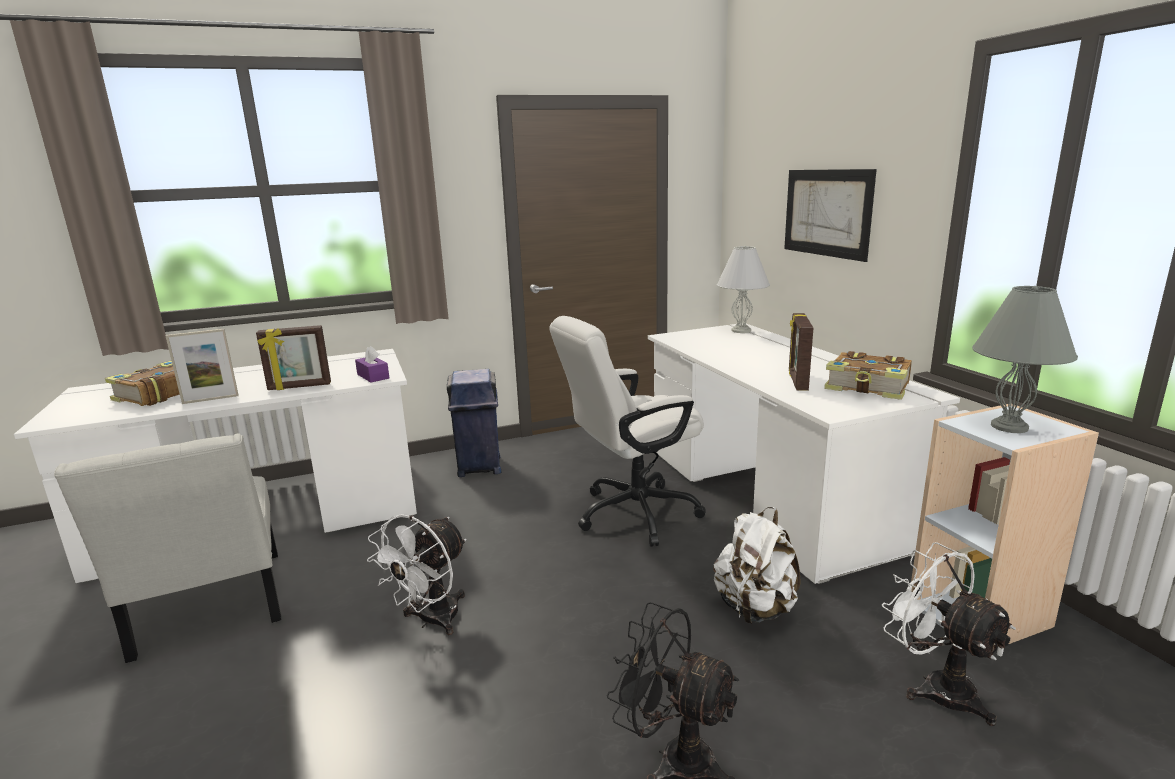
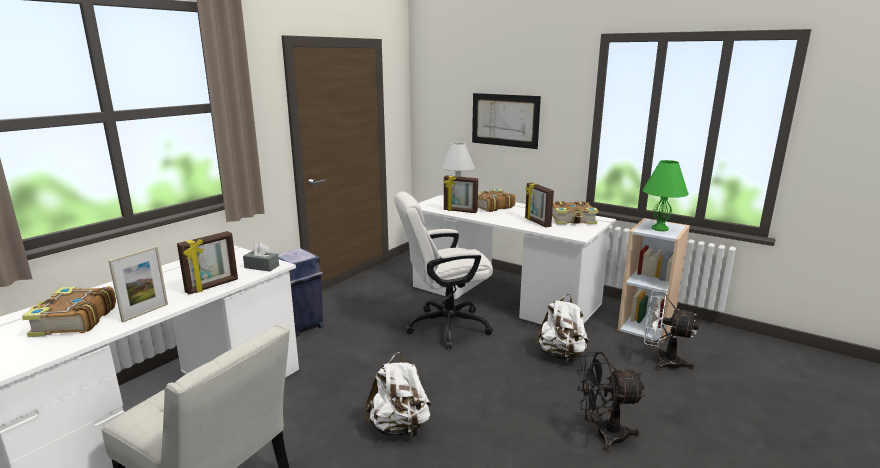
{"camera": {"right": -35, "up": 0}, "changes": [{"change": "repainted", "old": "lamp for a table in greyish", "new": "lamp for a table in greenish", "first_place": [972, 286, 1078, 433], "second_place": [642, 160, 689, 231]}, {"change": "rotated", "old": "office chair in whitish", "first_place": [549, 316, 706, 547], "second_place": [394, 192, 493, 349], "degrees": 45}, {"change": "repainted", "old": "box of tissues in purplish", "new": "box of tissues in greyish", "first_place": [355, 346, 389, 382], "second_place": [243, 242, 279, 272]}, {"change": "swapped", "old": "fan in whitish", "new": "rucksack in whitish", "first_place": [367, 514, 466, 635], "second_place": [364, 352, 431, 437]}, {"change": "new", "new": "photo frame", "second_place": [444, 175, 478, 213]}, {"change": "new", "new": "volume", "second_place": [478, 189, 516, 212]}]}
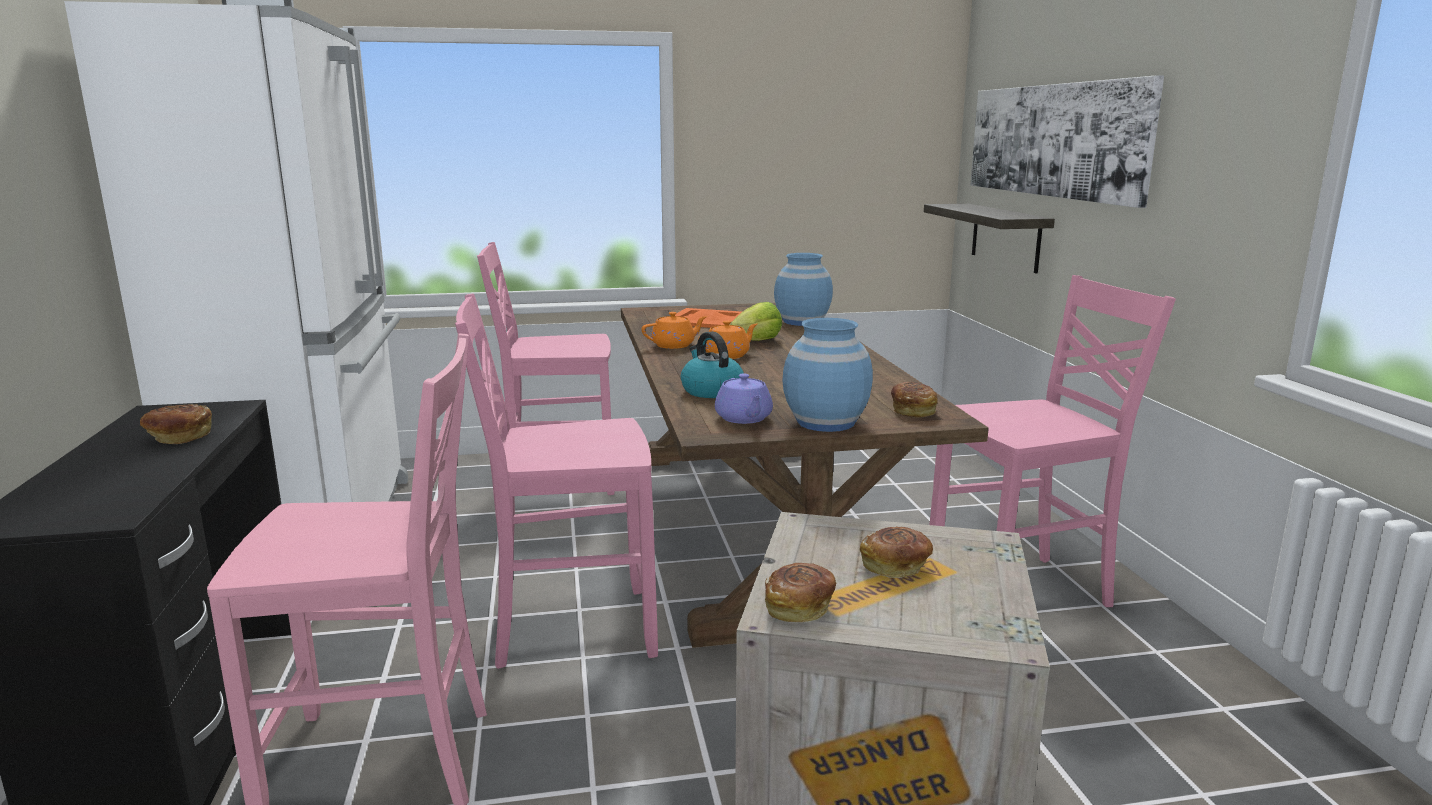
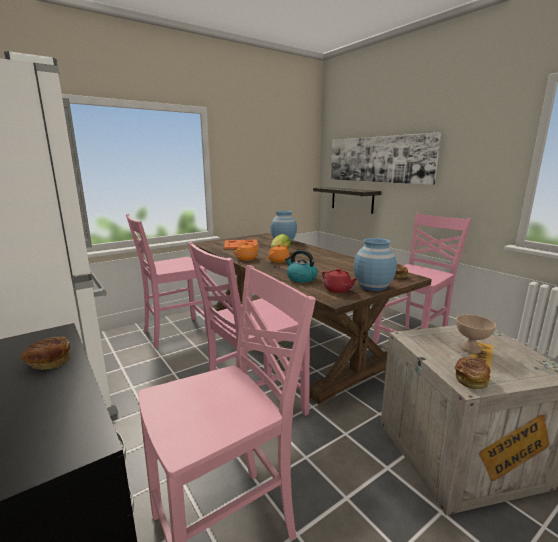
{"camera": {"right": -25, "up": 0}, "changes": [{"change": "repainted", "old": "teapot in purplish", "new": "teapot in reddish", "first_place": [715, 374, 773, 424], "second_place": [322, 268, 357, 293]}, {"change": "swapped", "old": "bakery bread", "new": "serving bowl in beige-coloured", "first_place": [860, 527, 933, 578], "second_place": [456, 315, 496, 354]}]}
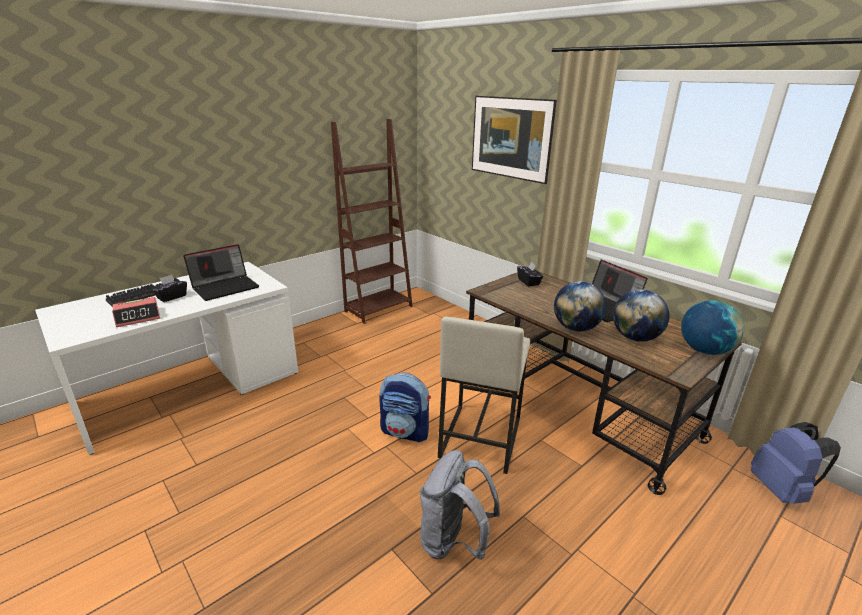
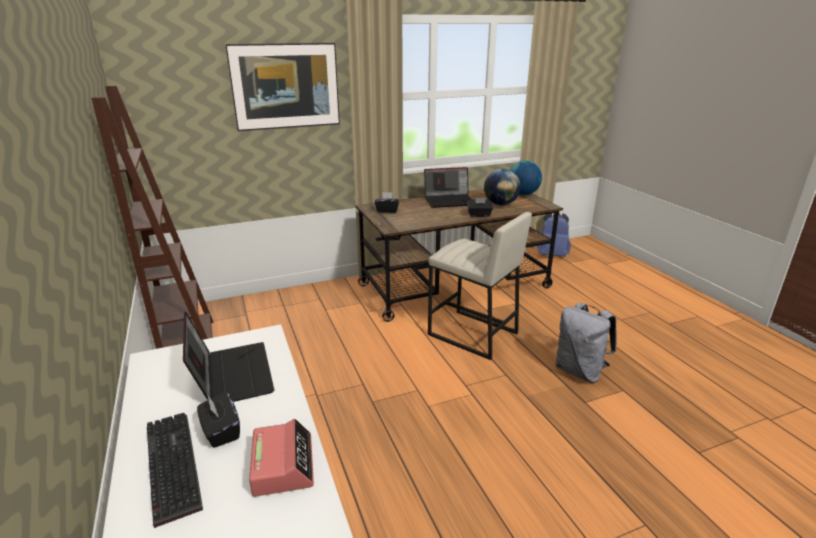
{"camera": {"right": -70, "up": 0}, "changes": [{"change": "swapped", "old": "desk globe", "new": "box of tissues in black", "first_place": [554, 281, 606, 332], "second_place": [467, 198, 493, 217]}, {"change": "gone", "old": "rucksack", "first_place": [379, 373, 431, 443]}]}
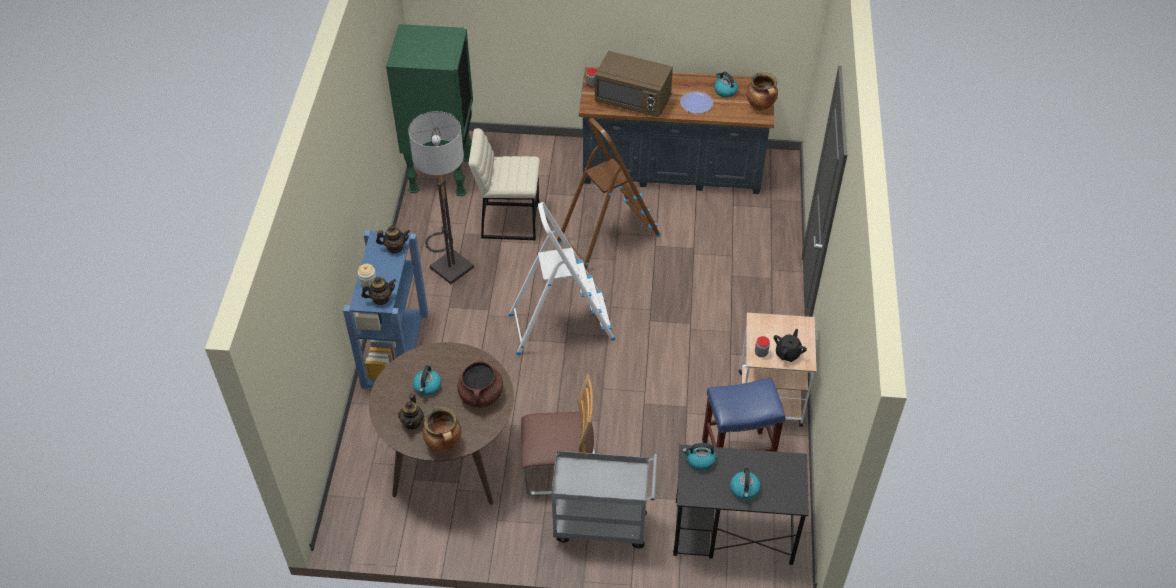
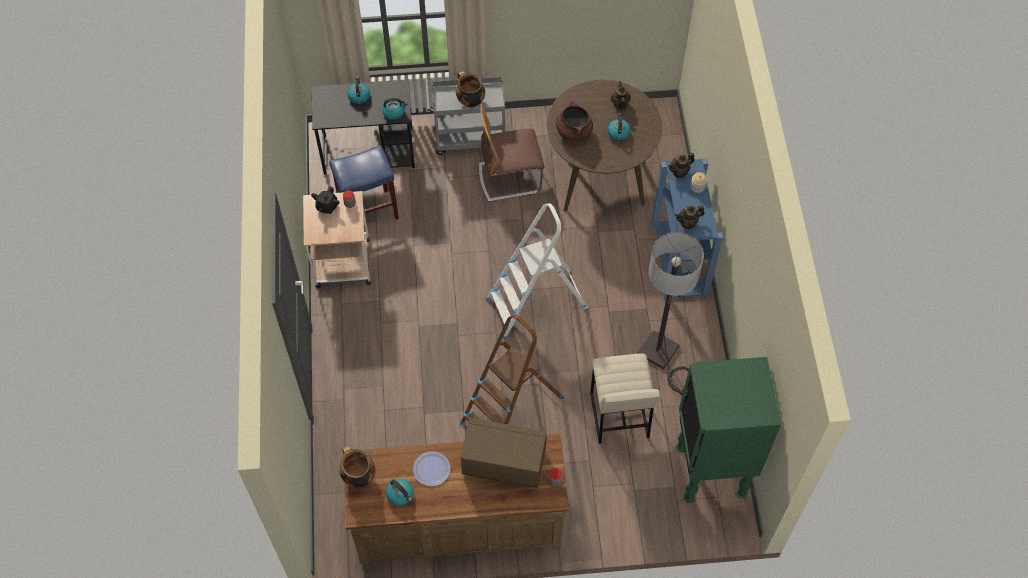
{"camera": {"right": 170, "up": 10}, "changes": [{"change": "rotated", "old": "chair in beige-coloured", "first_place": [469, 128, 540, 240], "second_place": [590, 353, 661, 444], "degrees": 90}, {"change": "shifted", "old": "cooking pot", "first_place": [422, 406, 461, 452], "second_place": [456, 71, 485, 108]}]}
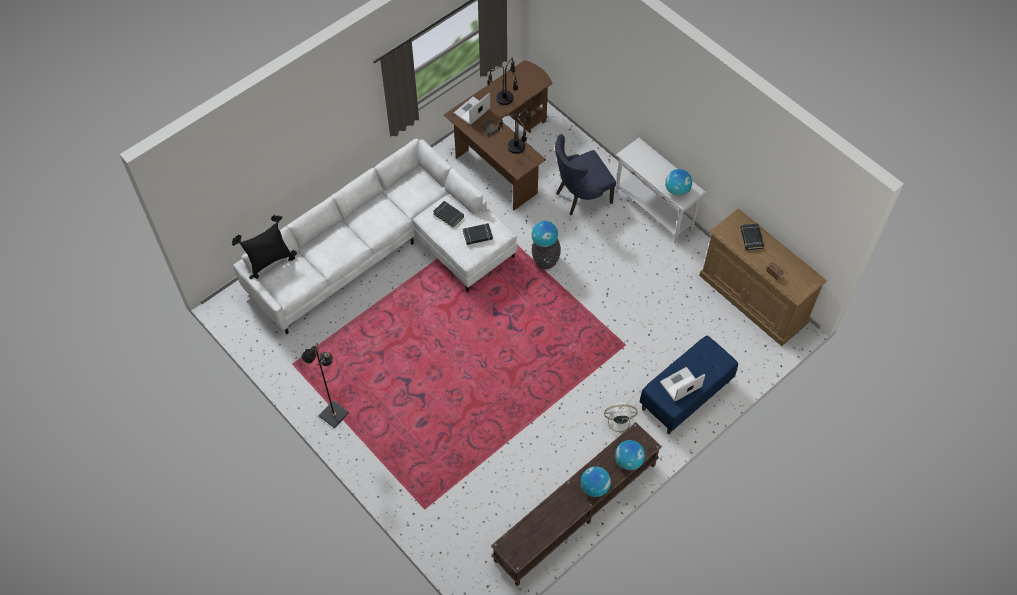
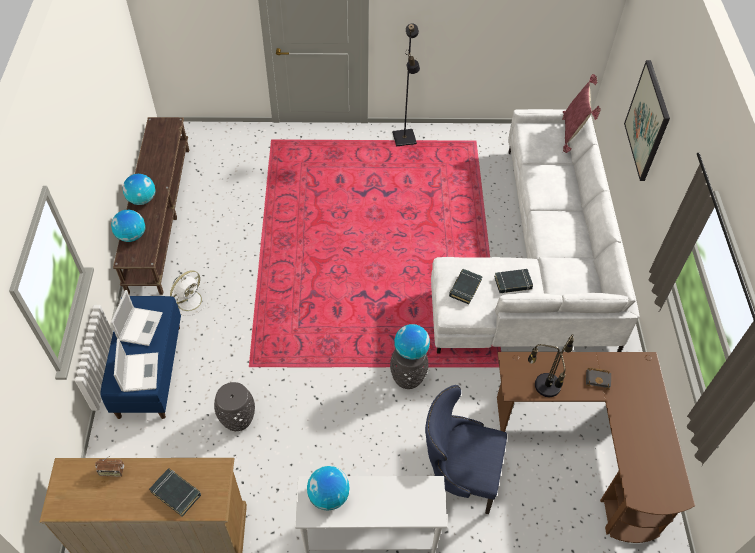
{"camera": {"right": 130, "up": -5}, "changes": [{"change": "gone", "old": "lamp for a table", "first_place": [487, 58, 518, 105]}, {"change": "shifted", "old": "laptop", "first_place": [454, 93, 490, 125], "second_place": [114, 338, 158, 392]}, {"change": "rotated", "old": "chair in blue-coloured", "first_place": [555, 134, 616, 215], "second_place": [425, 385, 507, 514], "degrees": -90}, {"change": "repainted", "old": "cushion in black", "new": "cushion in reddish", "first_place": [232, 215, 297, 279], "second_place": [562, 74, 600, 153]}, {"change": "new", "new": "picture", "second_place": [624, 60, 670, 181]}, {"change": "new", "new": "stool in greyish", "second_place": [214, 382, 255, 431]}]}
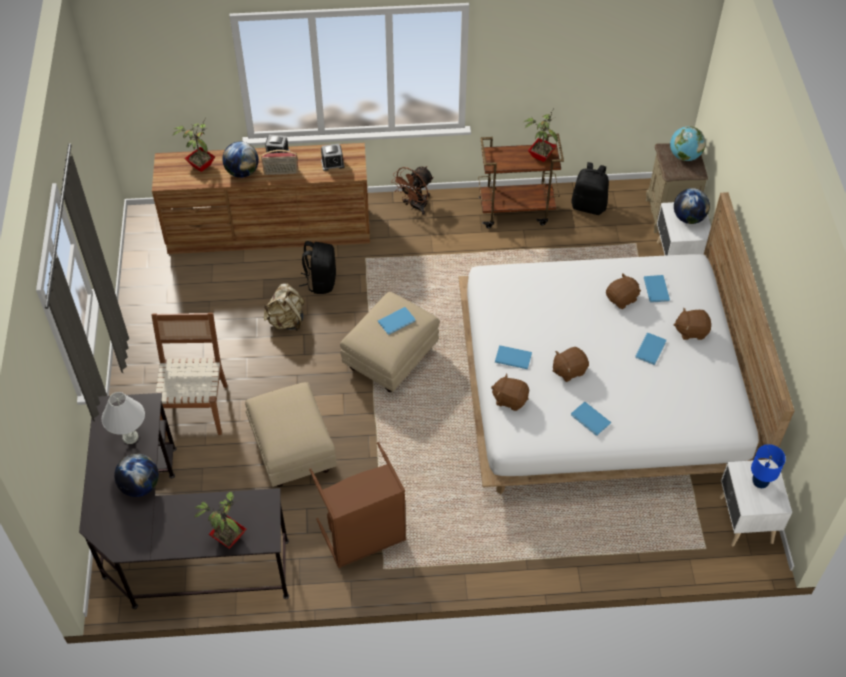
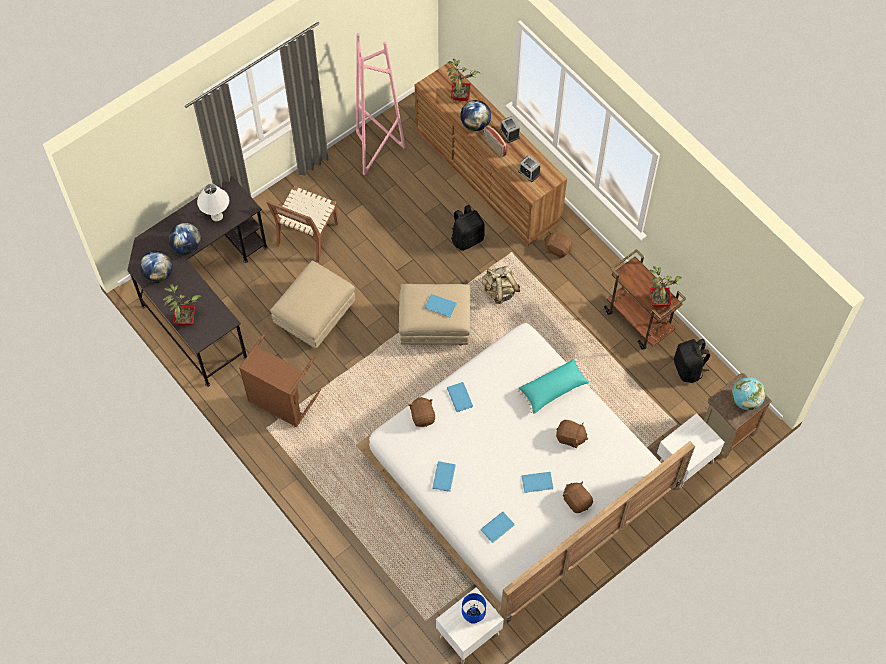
{"camera": {"right": 55, "up": 10}, "changes": [{"change": "gone", "old": "fan in brownish", "first_place": [391, 166, 434, 215]}, {"change": "shifted", "old": "desk globe", "first_place": [674, 188, 710, 224], "second_place": [140, 251, 172, 283]}, {"change": "shifted", "old": "volume in blue-coloured", "first_place": [644, 275, 670, 303], "second_place": [480, 512, 515, 543]}, {"change": "shifted", "old": "rucksack in beige-coloured", "first_place": [263, 283, 305, 331], "second_place": [482, 266, 520, 304]}, {"change": "rotated", "old": "chair", "first_place": [151, 313, 227, 436], "second_place": [266, 186, 339, 262], "degrees": 150}, {"change": "shifted", "old": "cuddly toy in brownish", "first_place": [553, 347, 589, 382], "second_place": [544, 230, 572, 258]}, {"change": "new", "new": "garment rack in pink", "second_place": [356, 33, 405, 175]}, {"change": "new", "new": "cushion in turquoise", "second_place": [517, 359, 590, 414]}]}
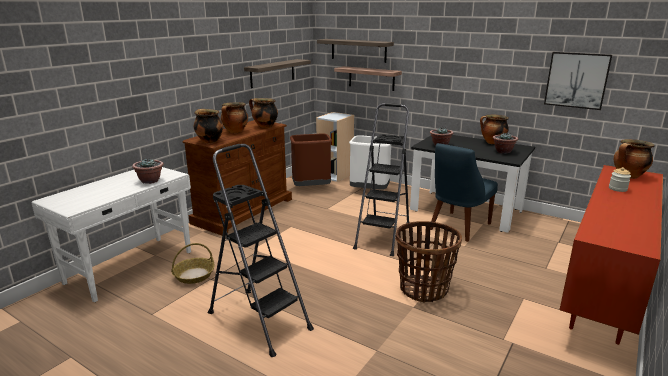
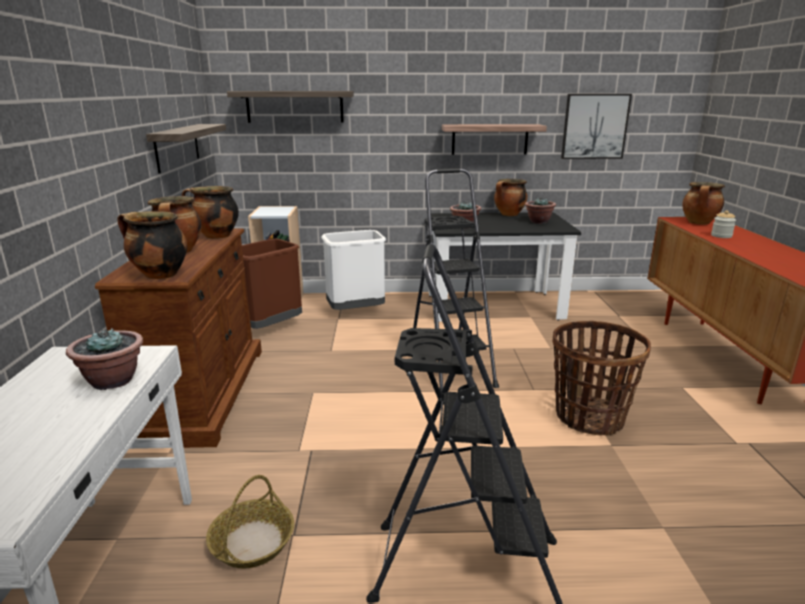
{"camera": {"right": -35, "up": 0}, "changes": [{"change": "shifted", "old": "shelf", "first_place": [334, 66, 402, 91], "second_place": [442, 124, 547, 155]}, {"change": "gone", "old": "chair in blue-coloured", "first_place": [430, 143, 498, 242]}]}
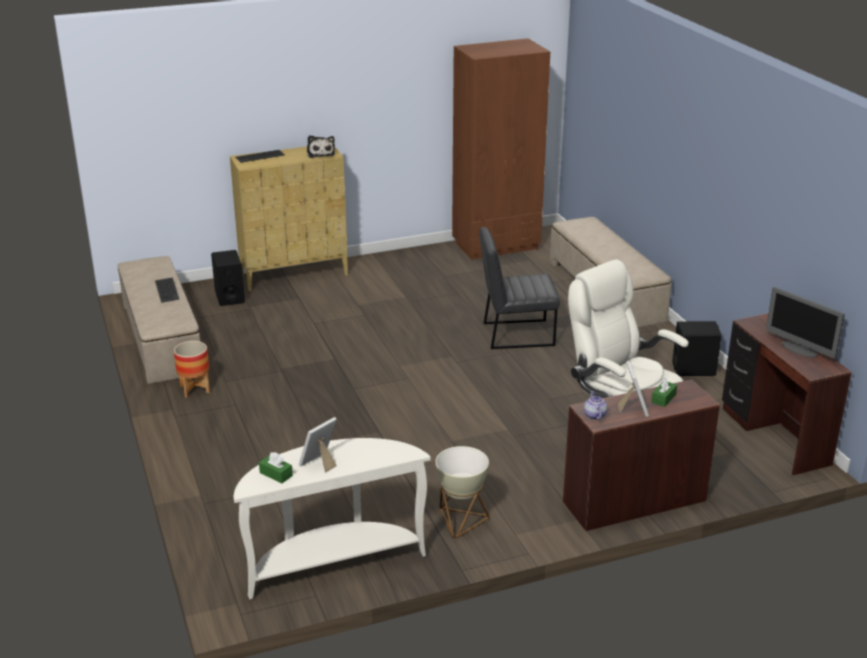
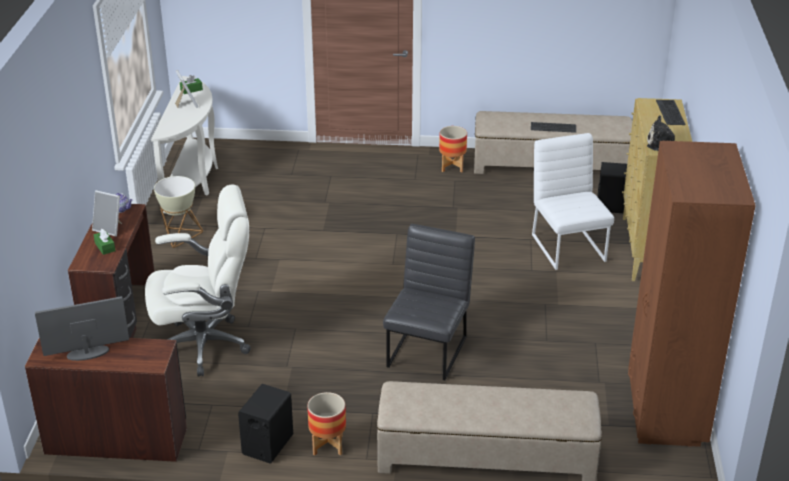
{"camera": {"right": 115, "up": 5}, "changes": [{"change": "new", "new": "chair in whitish", "second_place": [532, 133, 614, 270]}, {"change": "new", "new": "planter", "second_place": [307, 392, 346, 456]}]}
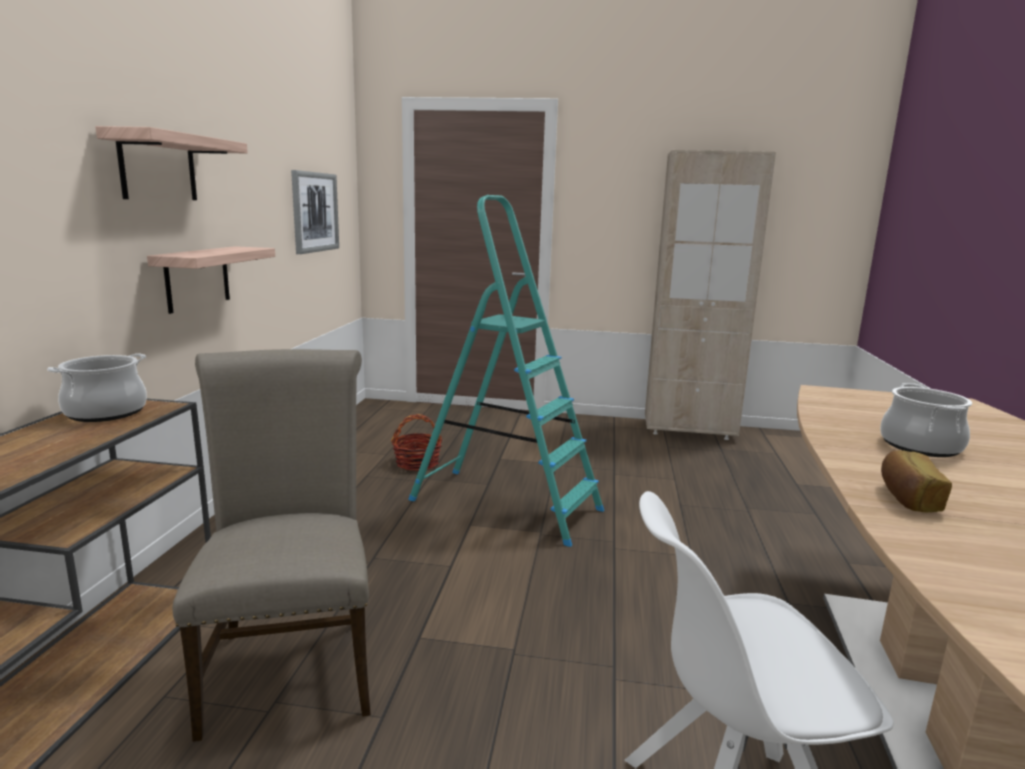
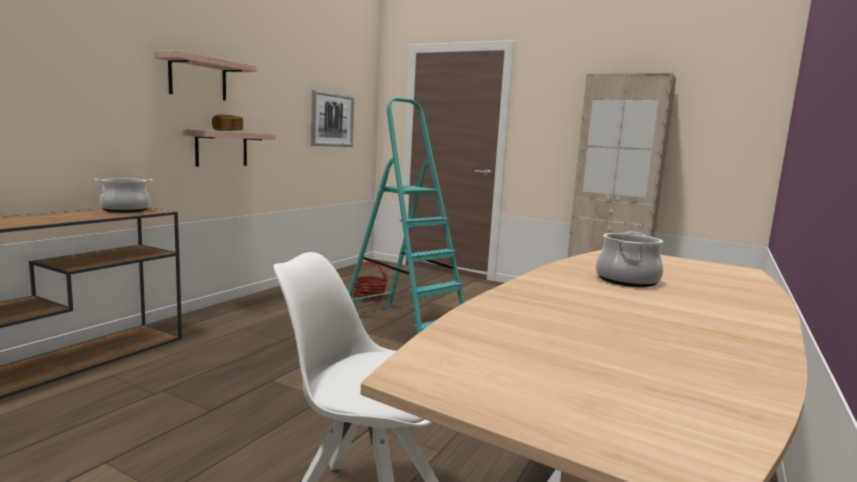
{"camera": {"right": 20, "up": -5}, "changes": [{"change": "gone", "old": "chair in beige-coloured", "first_place": [173, 349, 371, 742]}, {"change": "shifted", "old": "bakery bread", "first_place": [881, 450, 952, 513], "second_place": [212, 115, 243, 131]}]}
